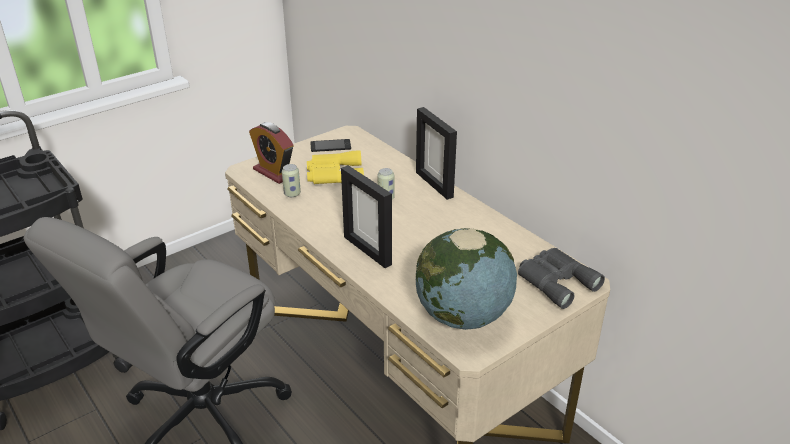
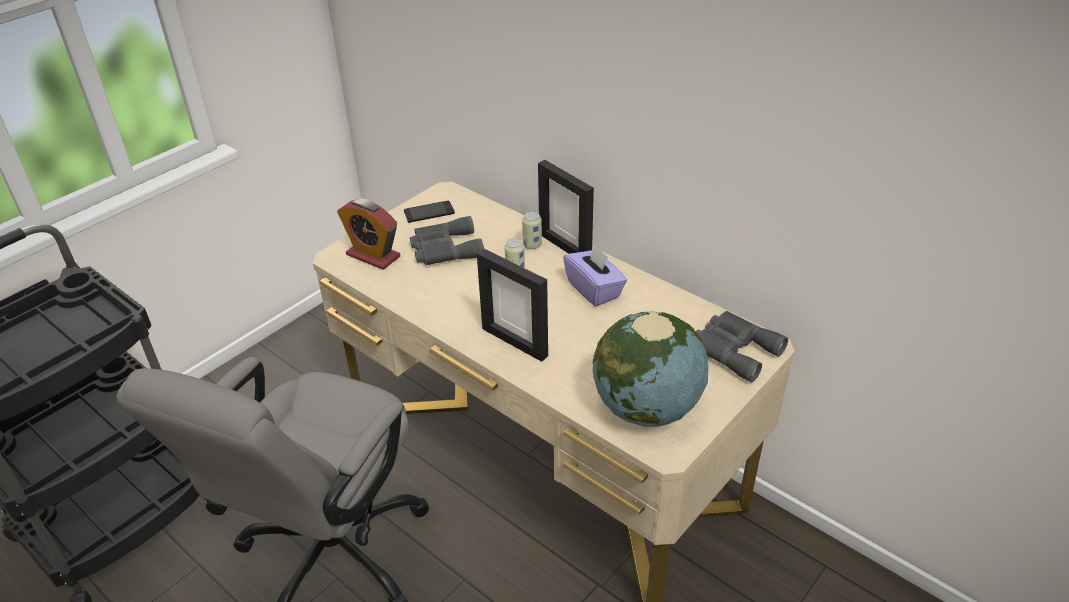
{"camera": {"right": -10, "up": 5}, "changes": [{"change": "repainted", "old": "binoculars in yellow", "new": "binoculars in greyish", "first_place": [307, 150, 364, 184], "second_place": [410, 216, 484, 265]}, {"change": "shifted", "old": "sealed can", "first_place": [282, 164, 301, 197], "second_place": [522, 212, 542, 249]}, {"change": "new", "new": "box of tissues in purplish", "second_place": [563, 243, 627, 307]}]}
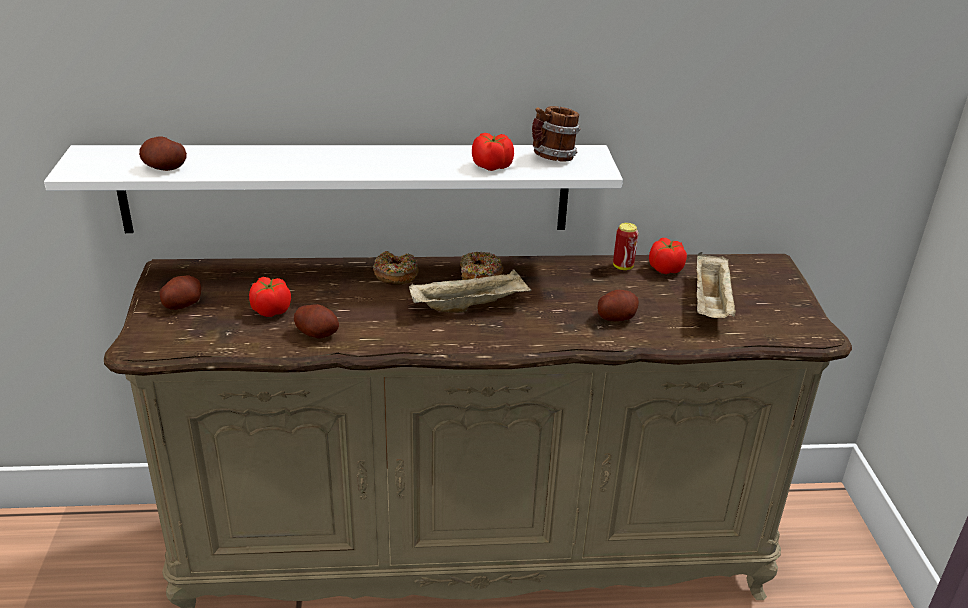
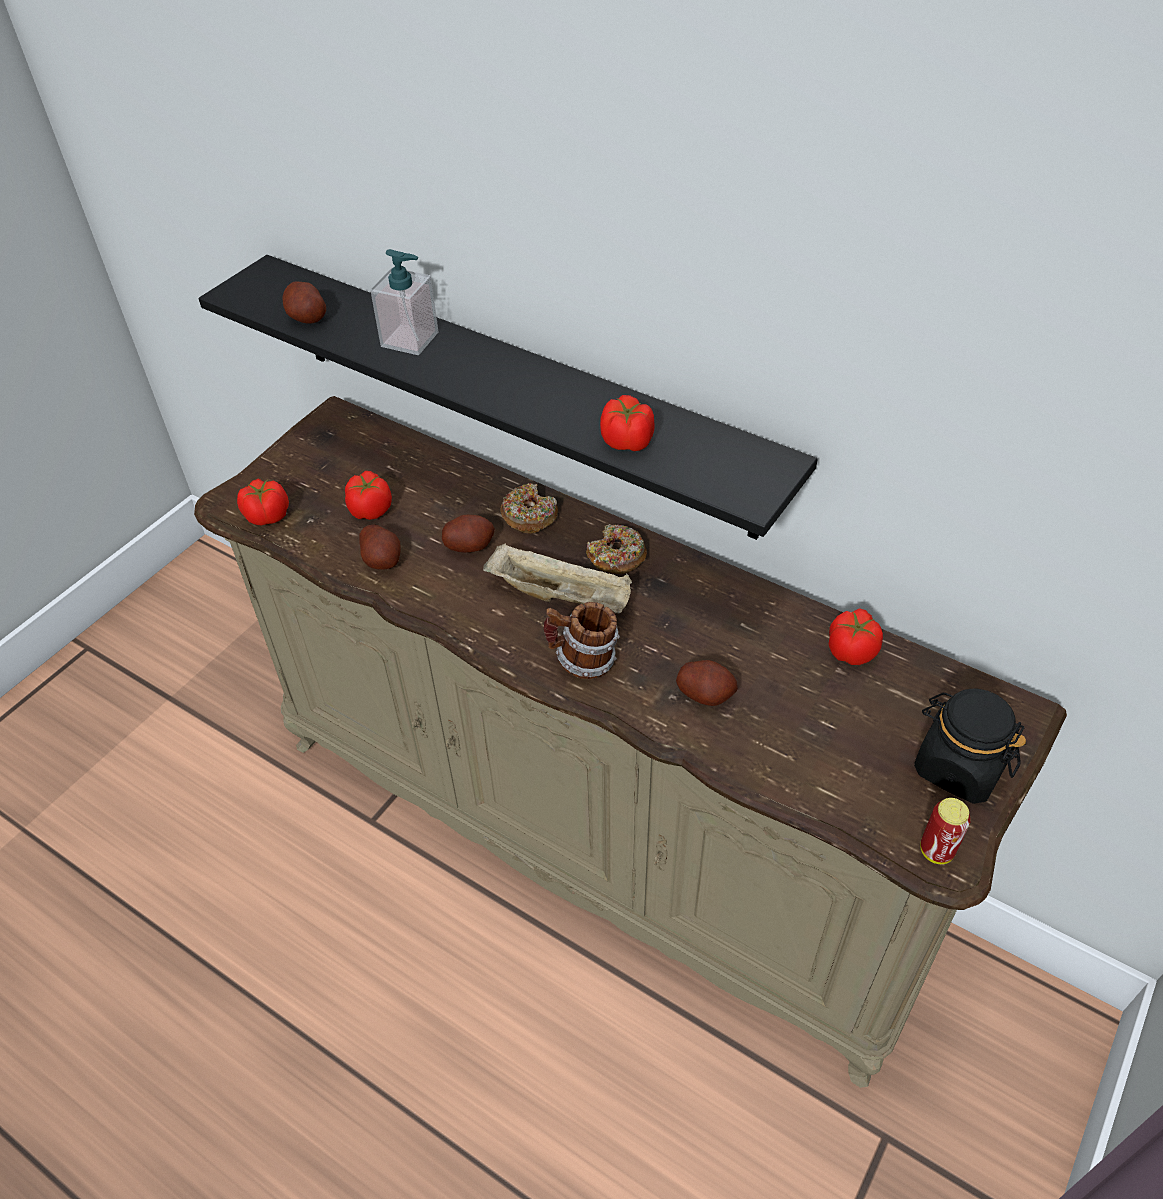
{"camera": {"right": 40, "up": 15}, "changes": [{"change": "shifted", "old": "mug", "first_place": [532, 106, 581, 162], "second_place": [544, 602, 620, 679]}, {"change": "repainted", "old": "shelf in whitish", "new": "shelf in black", "first_place": [44, 145, 623, 233], "second_place": [198, 255, 818, 540]}, {"change": "shifted", "old": "sealed can", "first_place": [613, 223, 638, 270], "second_place": [920, 798, 971, 864]}, {"change": "gone", "old": "serving tray in beige-coloured", "first_place": [697, 252, 736, 318]}, {"change": "shifted", "old": "potato", "first_place": [159, 275, 201, 310], "second_place": [442, 515, 495, 553]}, {"change": "new", "new": "soap dispenser", "second_place": [370, 249, 438, 355]}, {"change": "new", "new": "tomato", "second_place": [237, 479, 289, 525]}, {"change": "new", "new": "preserve jar in black", "second_place": [914, 689, 1026, 804]}]}
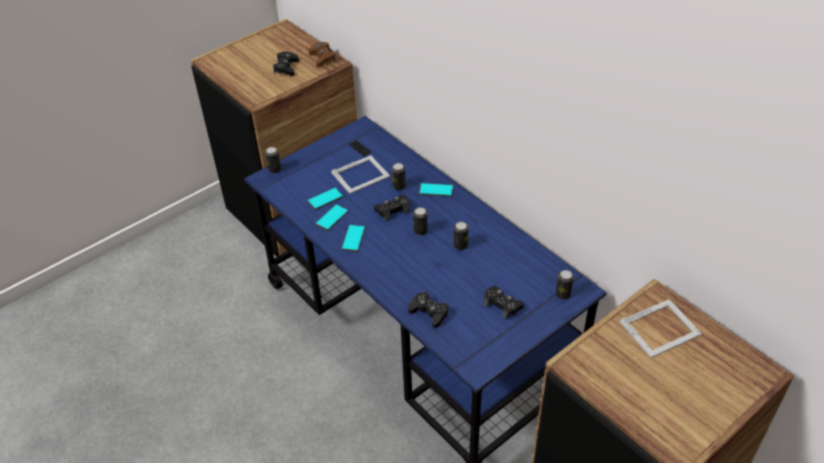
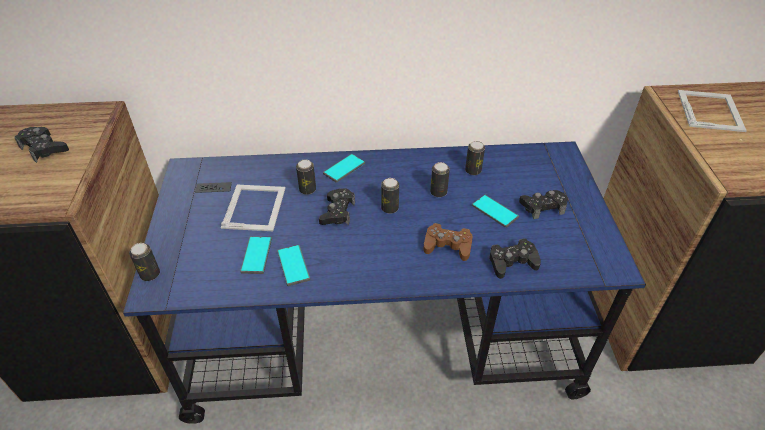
{"camera": {"right": -55, "up": 0}, "changes": [{"change": "shifted", "old": "gamepad in brownish", "first_place": [309, 42, 336, 67], "second_place": [424, 223, 473, 261]}, {"change": "shifted", "old": "handset", "first_place": [341, 225, 365, 252], "second_place": [472, 195, 519, 228]}, {"change": "shifted", "old": "sealed can", "first_place": [556, 270, 574, 300], "second_place": [465, 141, 485, 175]}]}
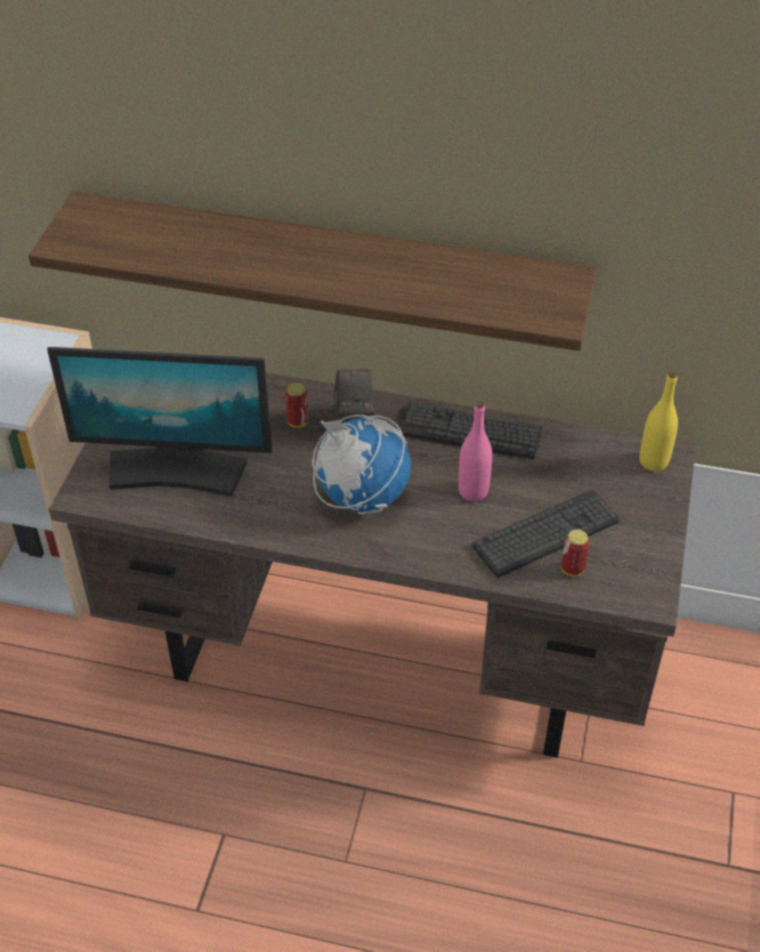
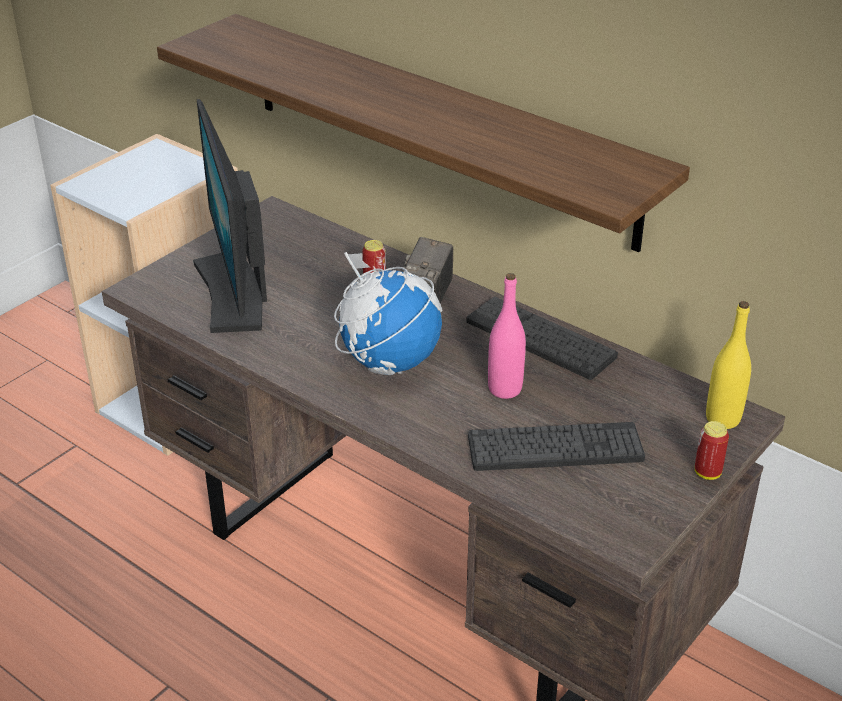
{"camera": {"right": 25, "up": -10}, "changes": [{"change": "rotated", "old": "monitor", "first_place": [47, 347, 272, 497], "second_place": [193, 99, 267, 333], "degrees": 45}, {"change": "shifted", "old": "sealed can", "first_place": [561, 529, 590, 577], "second_place": [695, 421, 729, 480]}]}
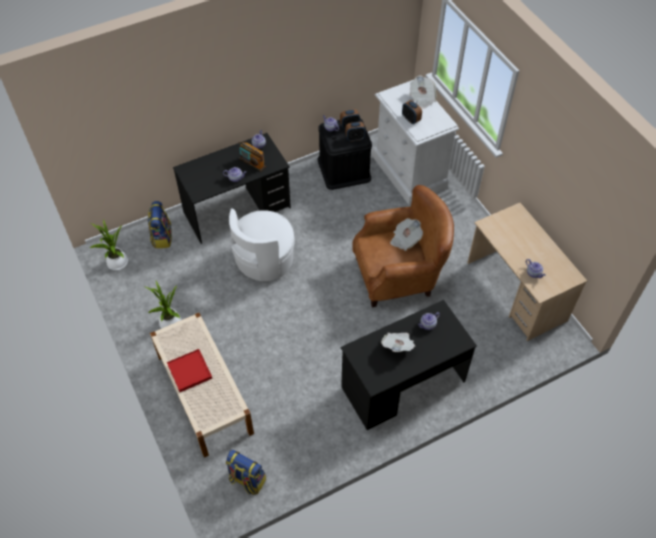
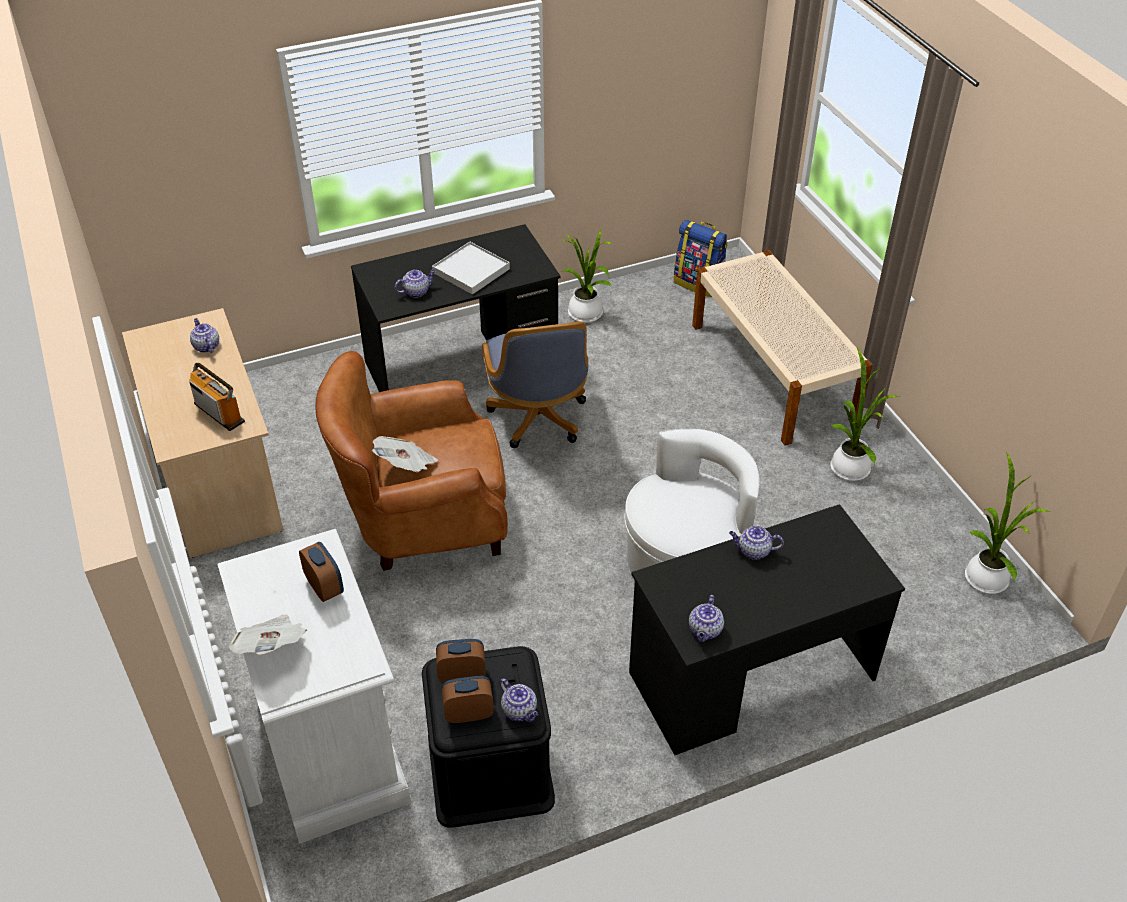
{"camera": {"right": -175, "up": -10}, "changes": [{"change": "shifted", "old": "radio", "first_place": [239, 142, 266, 172], "second_place": [189, 363, 245, 431]}, {"change": "gone", "old": "rucksack", "first_place": [148, 201, 172, 248]}, {"change": "swapped", "old": "newspaper", "new": "serving tray in whitish", "first_place": [381, 333, 415, 352], "second_place": [432, 242, 510, 295]}, {"change": "gone", "old": "serving tray in reddish", "first_place": [167, 349, 212, 392]}, {"change": "new", "new": "houseplant", "second_place": [563, 228, 612, 323]}, {"change": "new", "new": "office chair in blue-coloured", "second_place": [482, 321, 588, 448]}]}
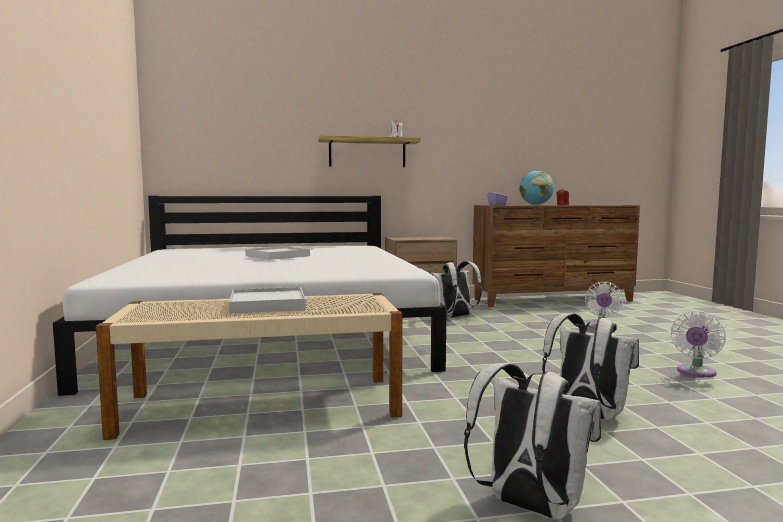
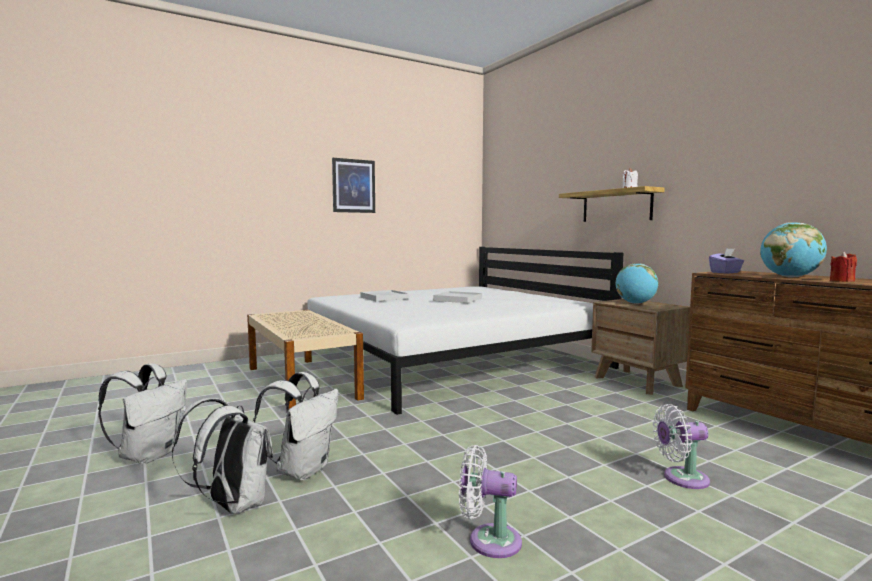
{"camera": {"right": 70, "up": 0}, "changes": [{"change": "shifted", "old": "rucksack in whitish", "first_place": [431, 261, 482, 318], "second_place": [172, 398, 273, 514]}, {"change": "shifted", "old": "serving tray in whitish", "first_place": [229, 287, 306, 313], "second_place": [360, 290, 409, 302]}, {"change": "new", "new": "picture", "second_place": [332, 158, 375, 213]}, {"change": "new", "new": "desk globe", "second_place": [615, 263, 659, 304]}]}
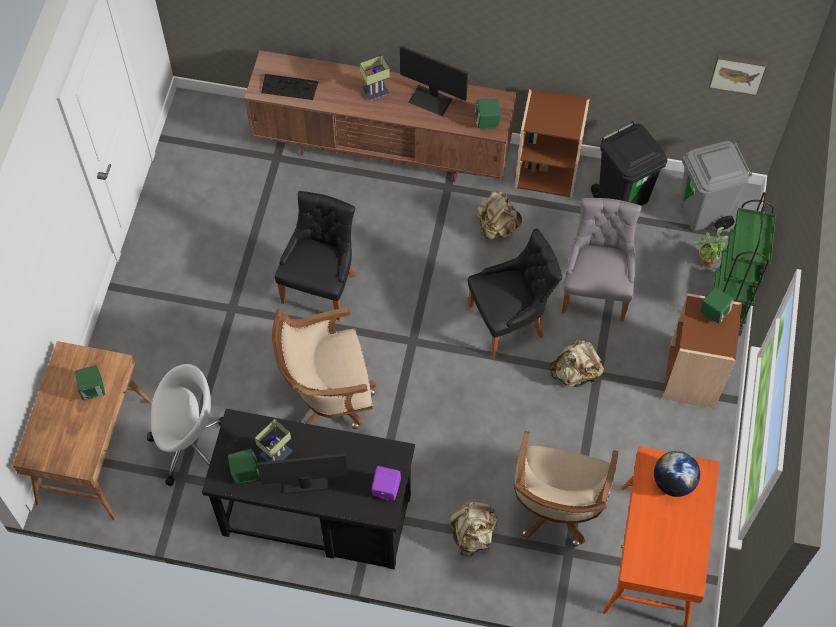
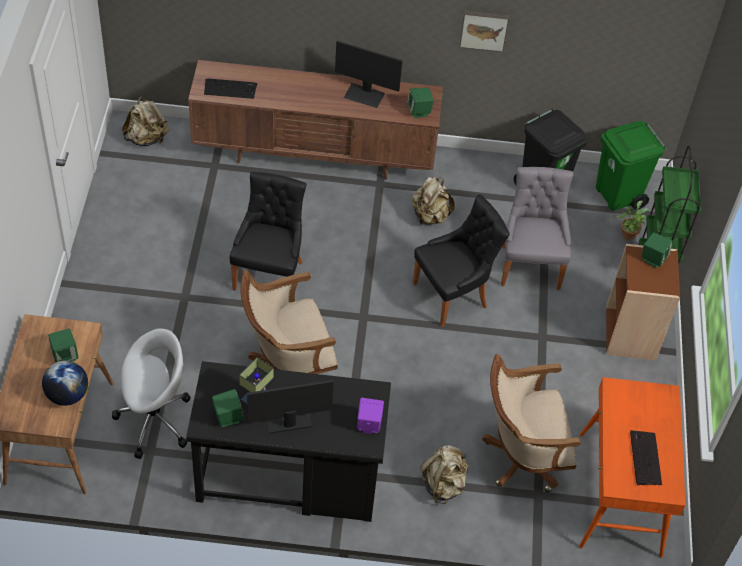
{"camera": {"right": -10, "up": -10}, "changes": [{"change": "shifted", "old": "picture", "first_place": [709, 54, 768, 96], "second_place": [459, 10, 509, 52]}, {"change": "gone", "old": "lamp for a table", "first_place": [360, 55, 390, 101]}, {"change": "gone", "old": "bookshelf in brownish", "first_place": [515, 89, 590, 198]}, {"change": "repainted", "old": "trash can in greyish", "new": "trash can in greenish", "first_place": [679, 141, 752, 231], "second_place": [596, 121, 666, 211]}, {"change": "shifted", "old": "rucksack in beige-coloured", "first_place": [550, 338, 604, 387], "second_place": [122, 96, 169, 146]}, {"change": "rotated", "old": "office chair", "first_place": [514, 431, 619, 547], "second_place": [482, 354, 581, 492], "degrees": 75}, {"change": "shifted", "old": "desk globe", "first_place": [654, 451, 700, 497], "second_place": [42, 360, 88, 406]}, {"change": "new", "new": "keyboard", "second_place": [630, 430, 662, 485]}]}
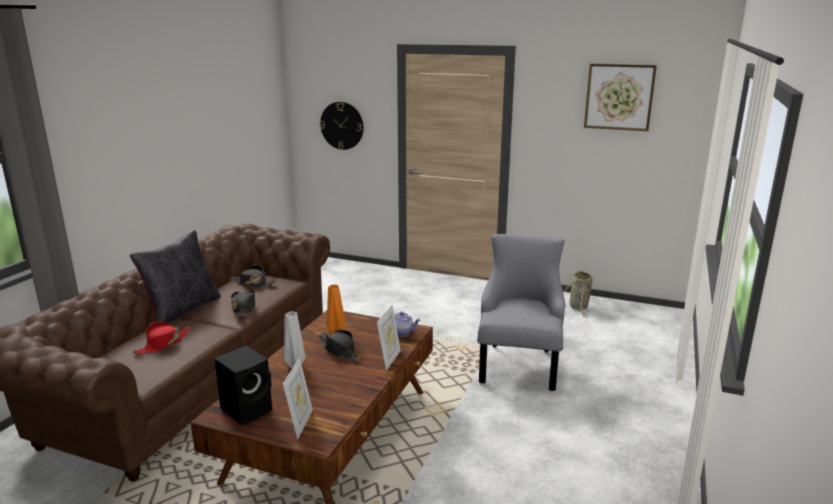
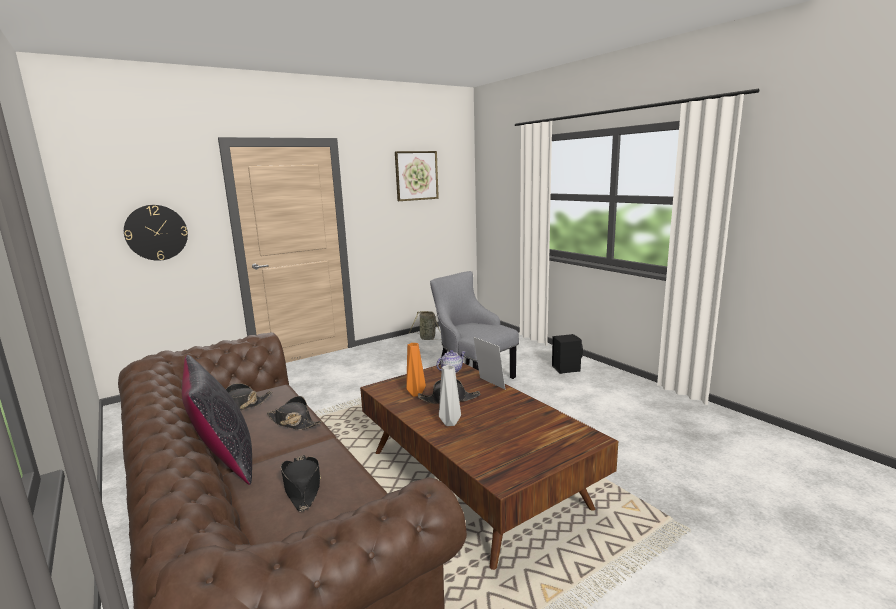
{"camera": {"right": -55, "up": -5}, "changes": [{"change": "repainted", "old": "hat in reddish", "new": "hat in black", "first_place": [133, 321, 191, 354], "second_place": [281, 455, 321, 512]}, {"change": "shifted", "old": "loudspeaker in black", "first_place": [214, 346, 272, 425], "second_place": [552, 334, 583, 374]}, {"change": "gone", "old": "photo frame", "first_place": [283, 358, 313, 439]}]}
